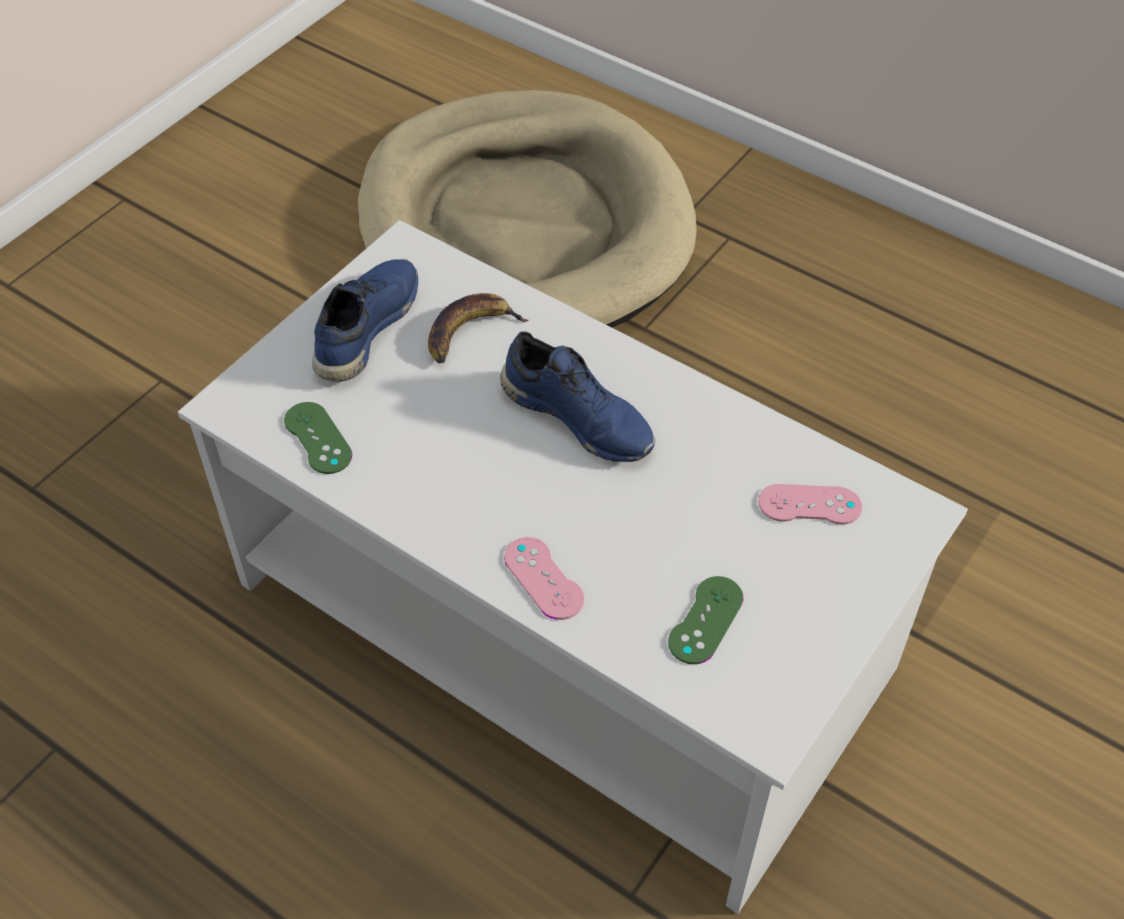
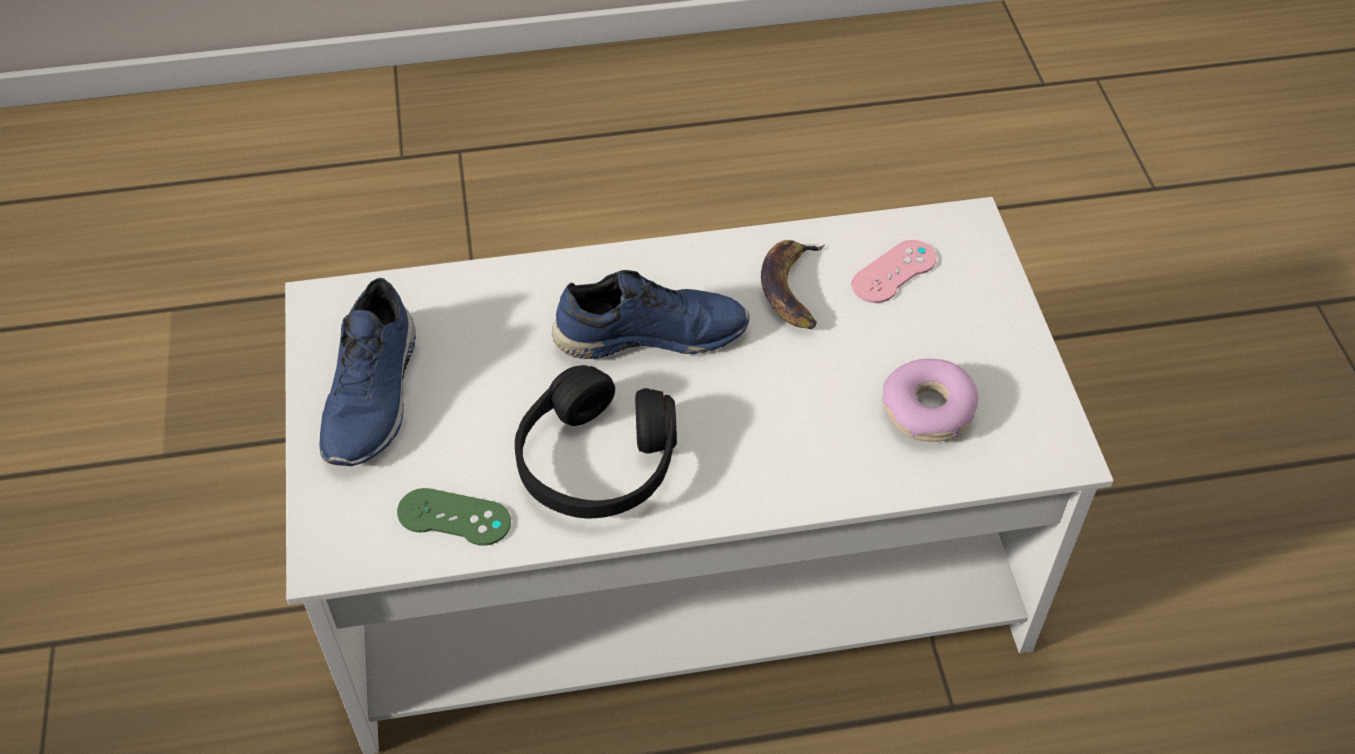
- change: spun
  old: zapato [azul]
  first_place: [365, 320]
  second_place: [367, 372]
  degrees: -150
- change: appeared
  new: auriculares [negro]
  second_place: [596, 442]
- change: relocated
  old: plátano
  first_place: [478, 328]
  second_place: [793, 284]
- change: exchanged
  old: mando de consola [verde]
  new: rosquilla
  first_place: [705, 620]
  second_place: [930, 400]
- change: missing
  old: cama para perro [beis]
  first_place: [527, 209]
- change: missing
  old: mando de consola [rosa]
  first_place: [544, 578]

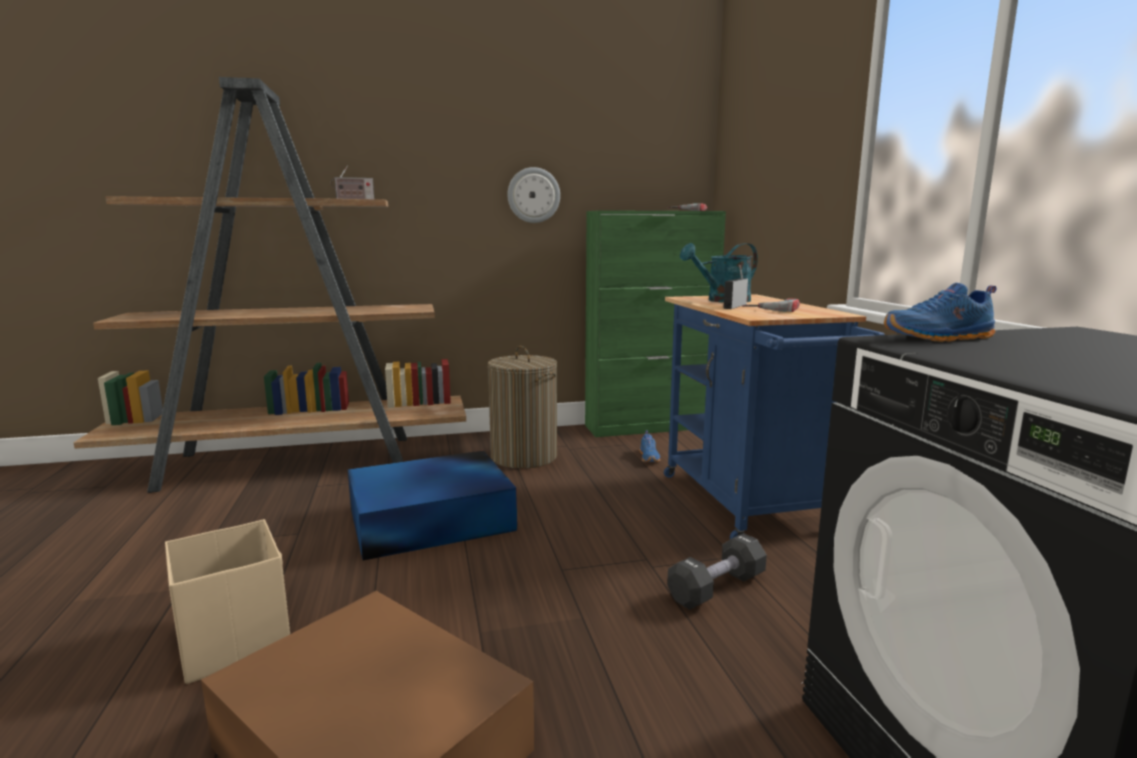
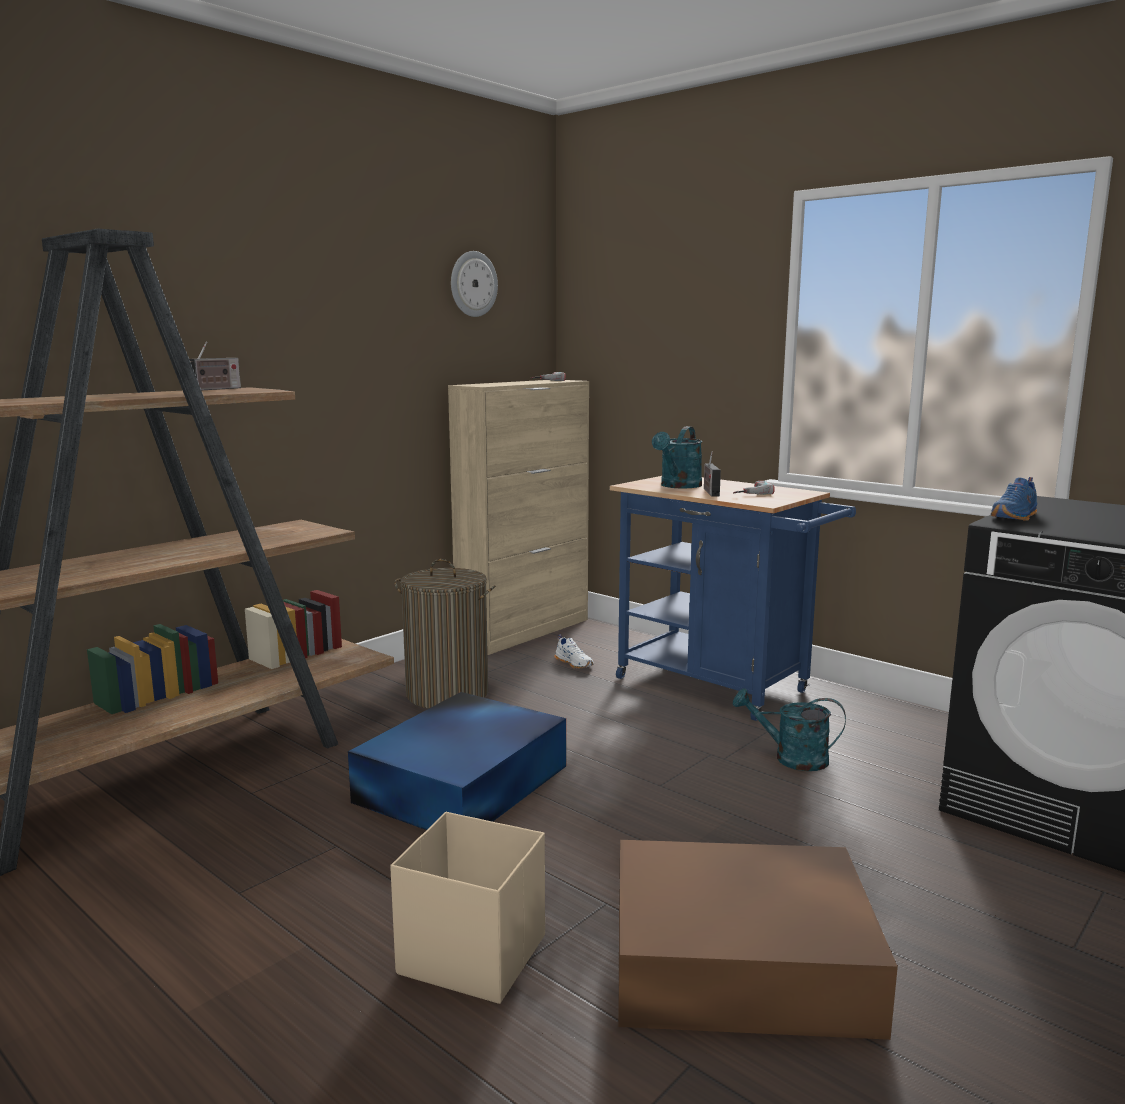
- change: colour
  old: armario [verde]
  new: armario [beis]
  first_place: [655, 323]
  second_place: [518, 517]
- change: relocated
  old: reloj de pared
  first_place: [533, 195]
  second_place: [474, 284]
- change: colour
  old: zapato [azul]
  new: zapato [blanco]
  first_place: [649, 446]
  second_place: [574, 652]
- change: exchanged
  old: mancuerna [negro]
  new: regadera [turquesa]
  first_place: [717, 571]
  second_place: [789, 729]

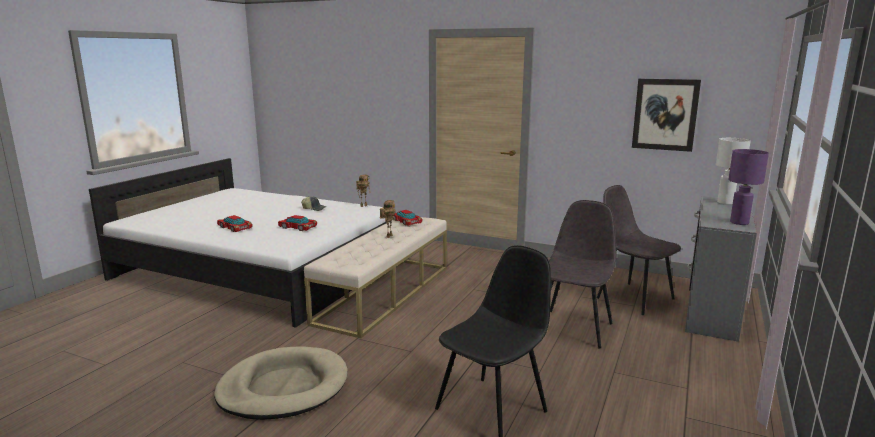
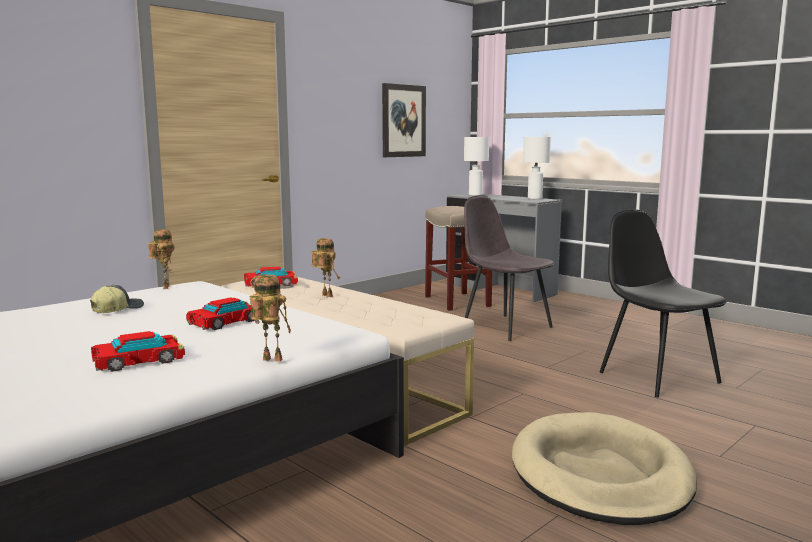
- change: appeared
  new: robot de juguete
  second_place: [270, 318]
- change: exchanged
  old: silla [gris]
  new: taburete [beis]
  first_place: [639, 250]
  second_place: [458, 258]
- change: colour
  old: lámpara de mesa [morado]
  new: lámpara de mesa [blanco]
  first_place: [748, 187]
  second_place: [537, 168]

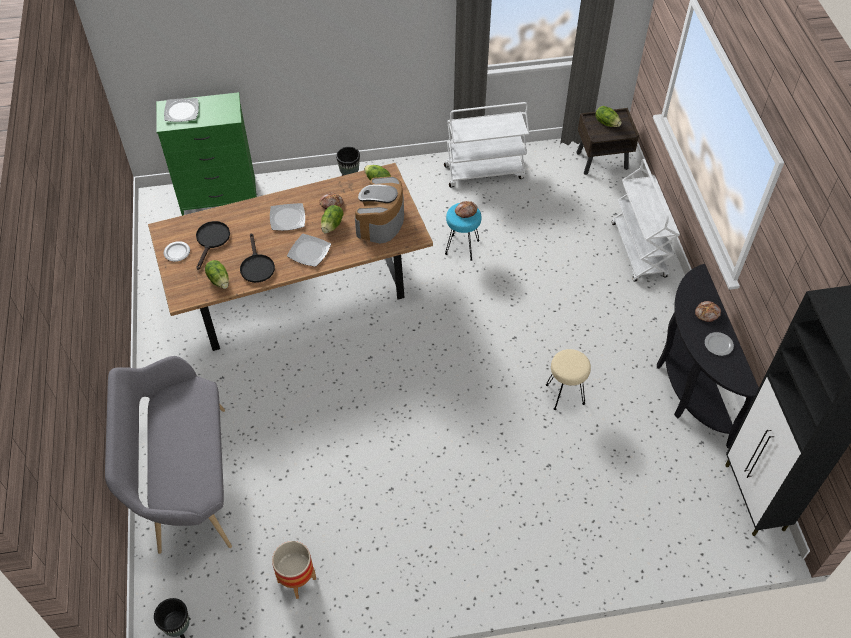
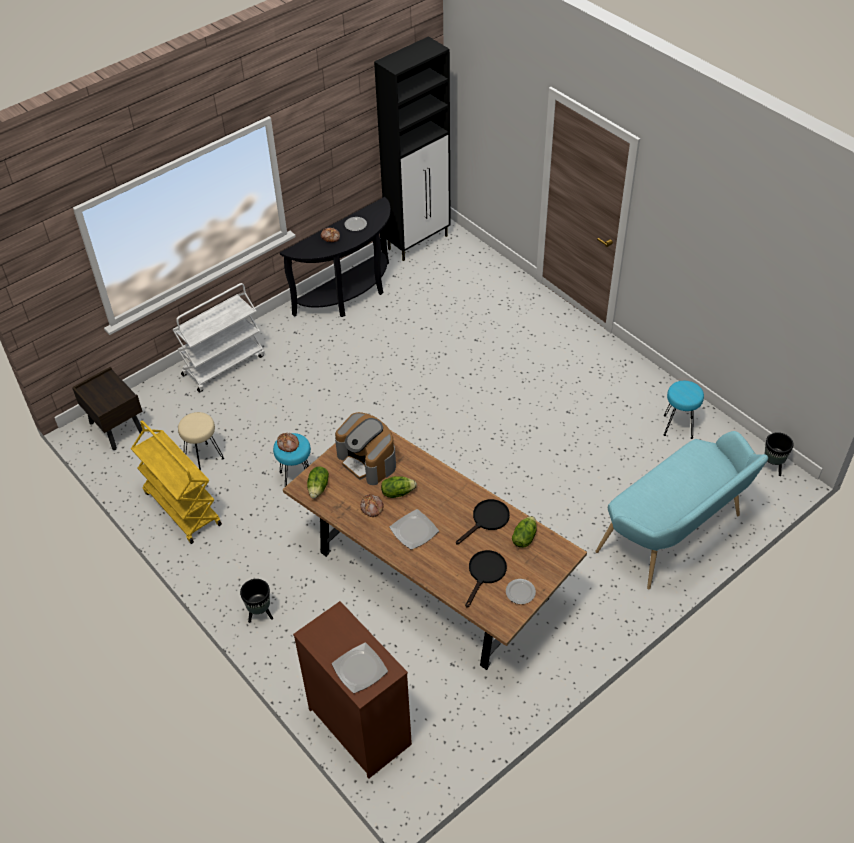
- change: colour
  old: carrito [blanco]
  new: carrito [amarillo]
  first_place: [486, 145]
  second_place: [176, 482]
- change: relocated
  old: taburete [beis]
  first_place: [568, 379]
  second_place: [201, 441]
- change: colour
  old: cómoda [verde]
  new: cómoda [marrón]
  first_place: [206, 154]
  second_place: [352, 690]
- change: spun
  old: cafetera
  first_place: [379, 209]
  second_place: [365, 448]
  degrees: 60
- change: spun
  old: sartén [negro]
  first_place: [213, 245]
  second_place: [486, 579]
  degrees: 135
- change: colour
  old: banco [gris]
  new: banco [turquesa]
  first_place: [168, 455]
  second_place: [681, 510]
- change: exchanged
  old: maceta
  new: taburete [turquesa]
  first_place: [294, 570]
  second_place: [683, 410]
- change: missing
  old: plato
  first_place: [309, 250]
- change: missing
  old: lechuga
  first_place: [608, 116]

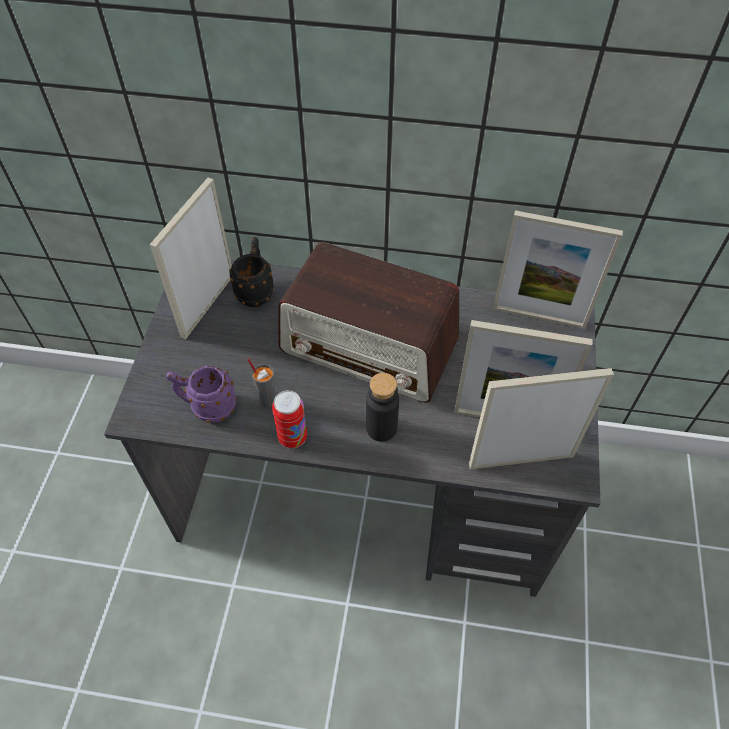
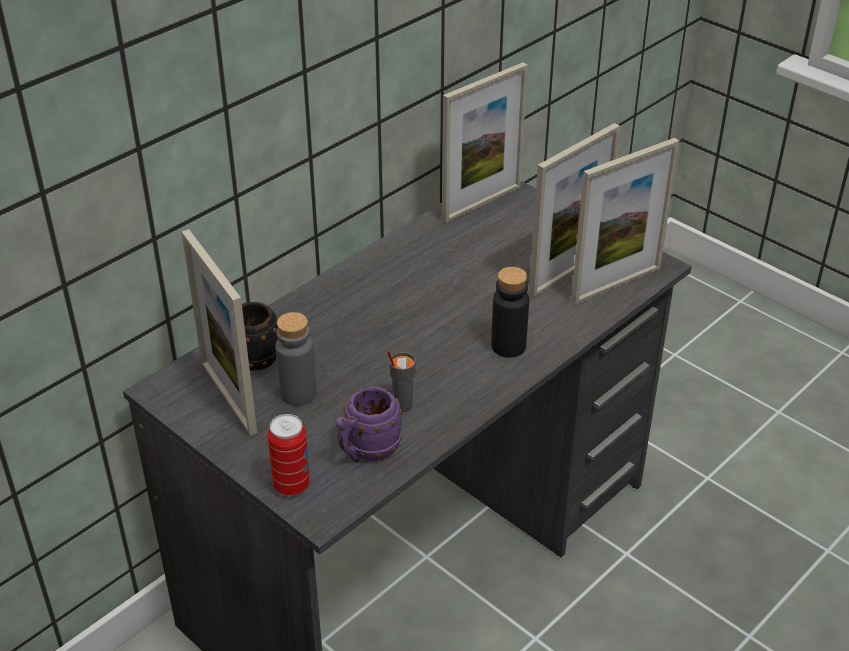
- change: relocated
  old: lata
  first_place: [289, 419]
  second_place: [289, 455]
- change: appeared
  new: botella [gris]
  second_place: [296, 359]
- change: spun
  old: portarretratos
  first_place: [541, 419]
  second_place: [625, 221]
  degrees: -150
- change: missing
  old: radio
  first_place: [369, 322]

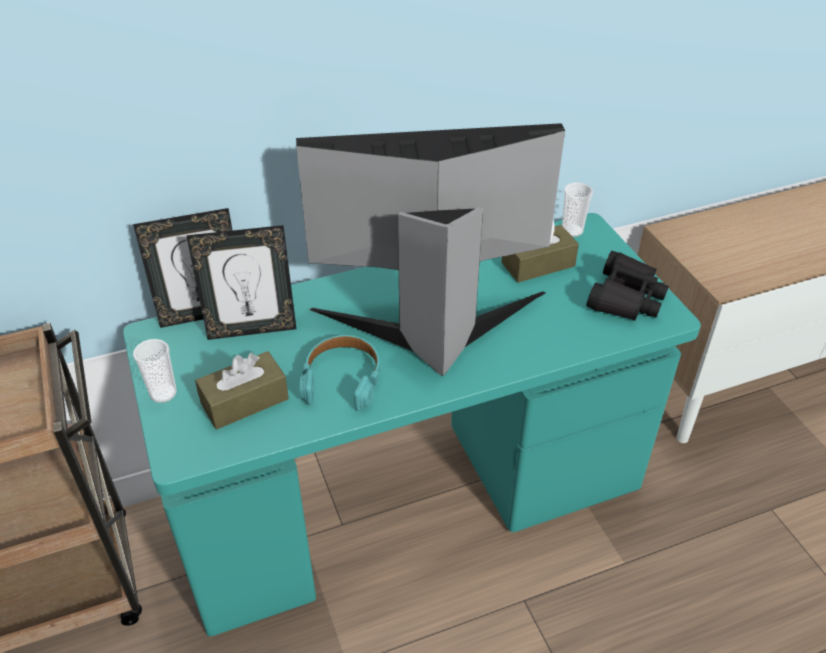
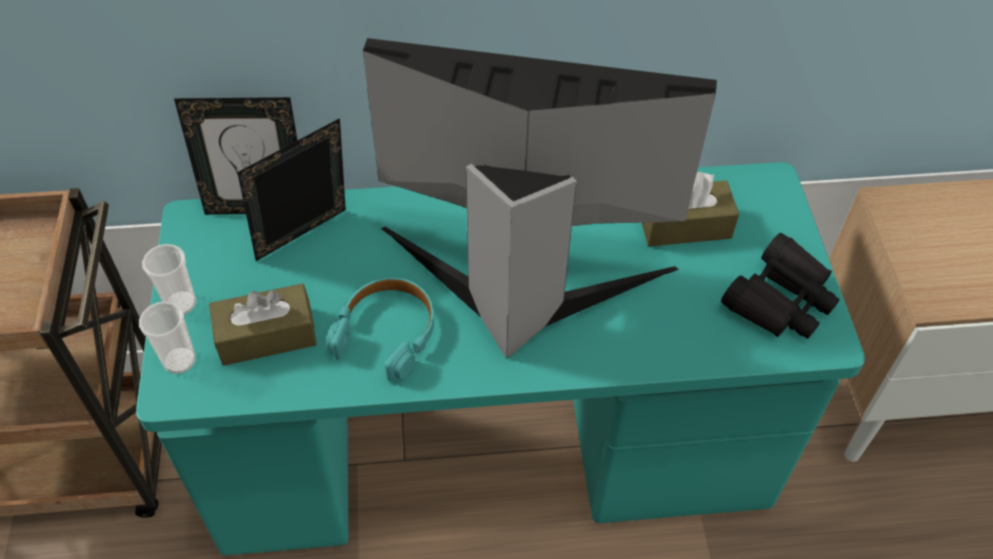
- change: relocated
  old: taza
  first_place: [577, 209]
  second_place: [167, 337]
- change: spun
  old: portarretratos
  first_place: [241, 282]
  second_place: [291, 189]
  degrees: 135

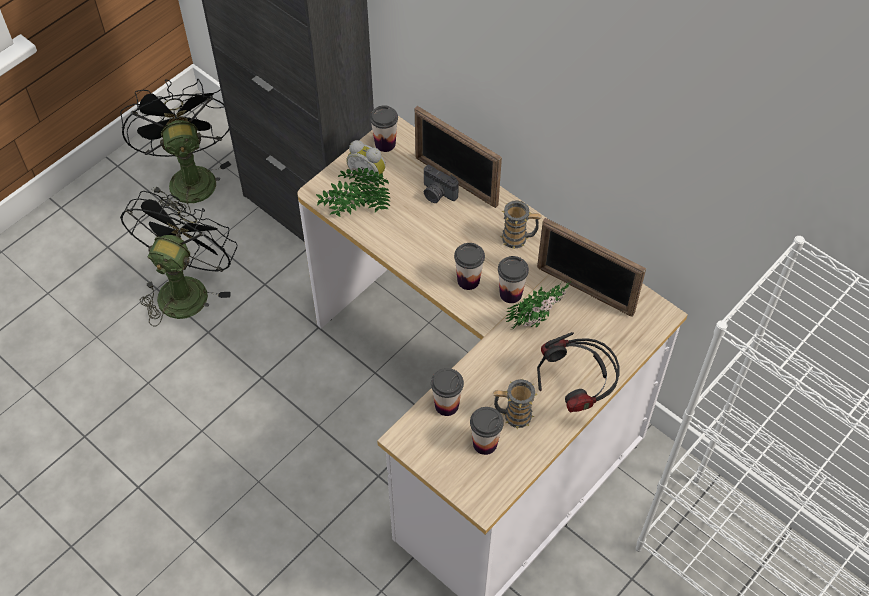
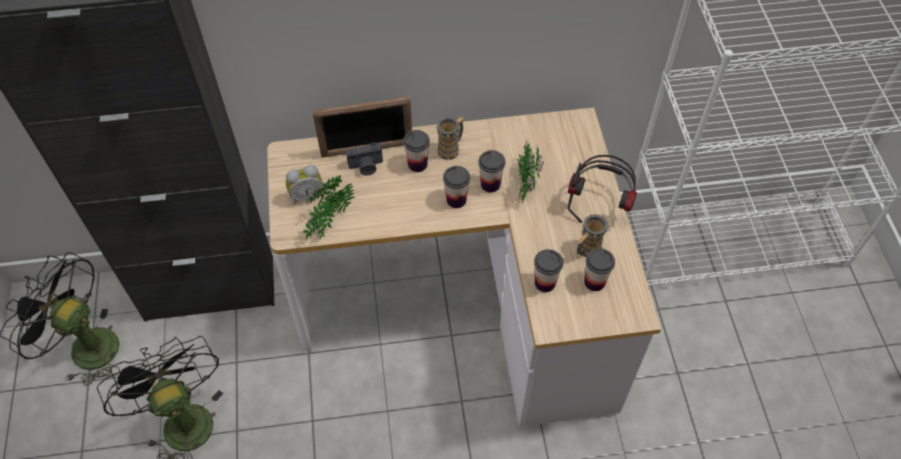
- change: relocated
  old: taza
  first_place: [384, 128]
  second_place: [416, 151]
- change: missing
  old: portarretratos
  first_place: [591, 267]

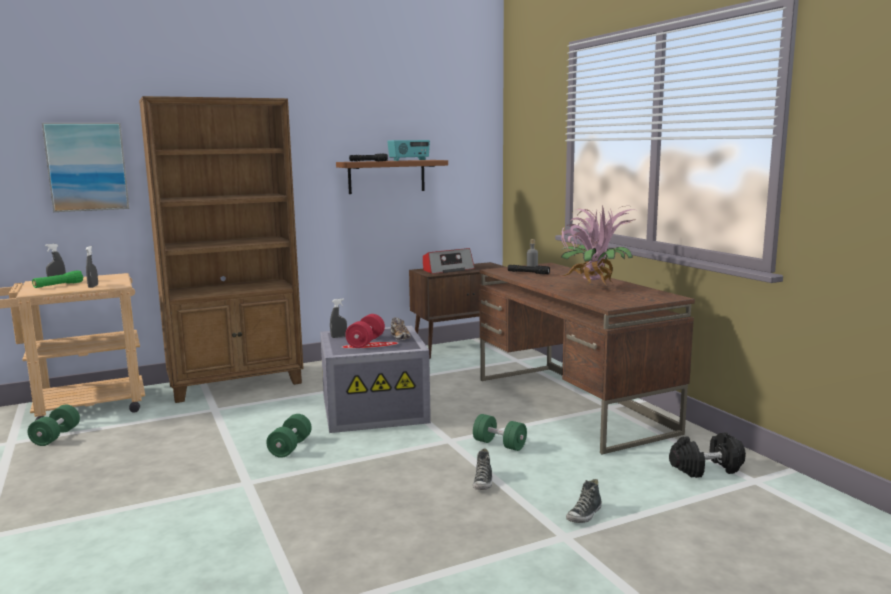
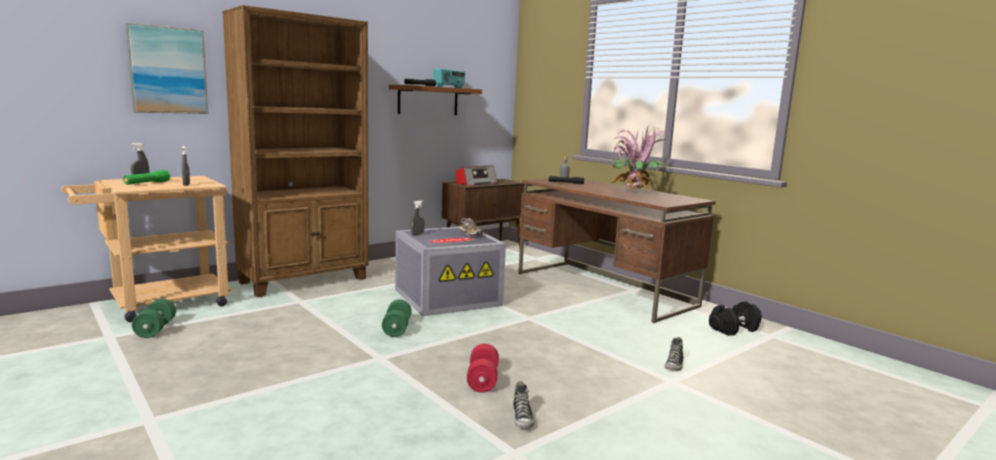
- change: relocated
  old: mancuerna [rojo]
  first_place: [365, 331]
  second_place: [483, 368]
- change: relocated
  old: zapato
  first_place: [482, 469]
  second_place: [524, 405]
- change: missing
  old: mancuerna [verde]
  first_place: [500, 432]

